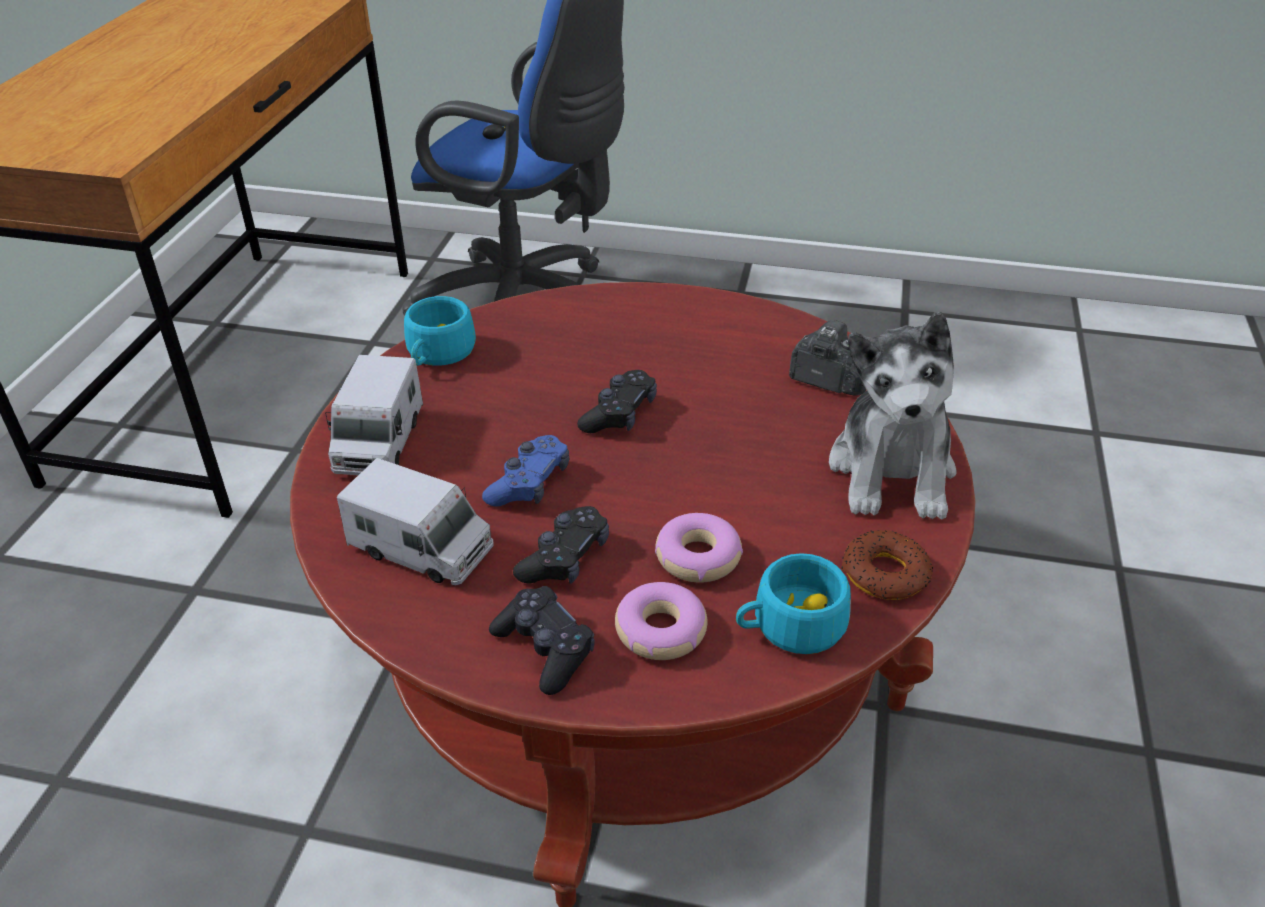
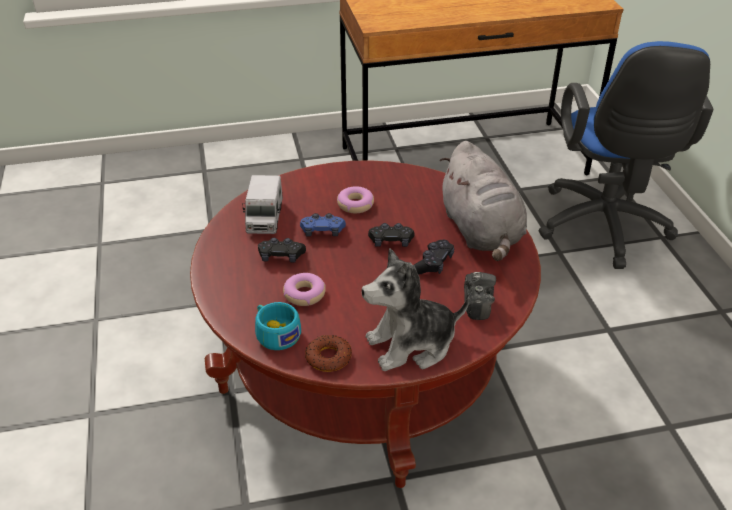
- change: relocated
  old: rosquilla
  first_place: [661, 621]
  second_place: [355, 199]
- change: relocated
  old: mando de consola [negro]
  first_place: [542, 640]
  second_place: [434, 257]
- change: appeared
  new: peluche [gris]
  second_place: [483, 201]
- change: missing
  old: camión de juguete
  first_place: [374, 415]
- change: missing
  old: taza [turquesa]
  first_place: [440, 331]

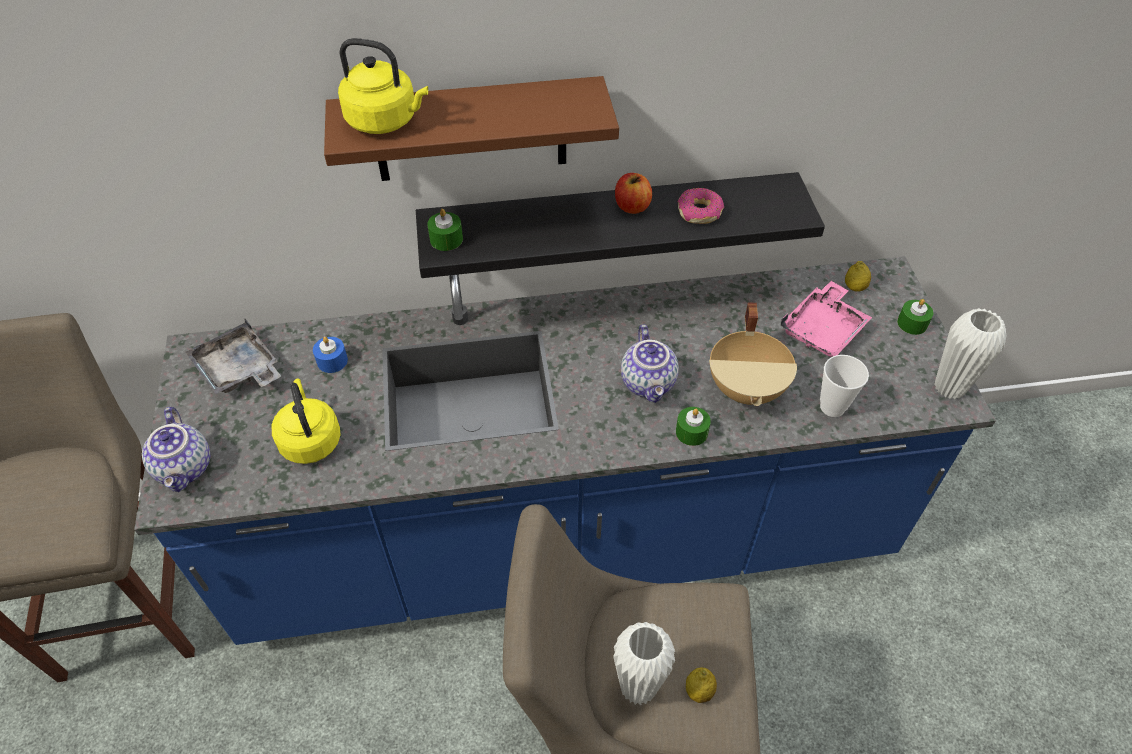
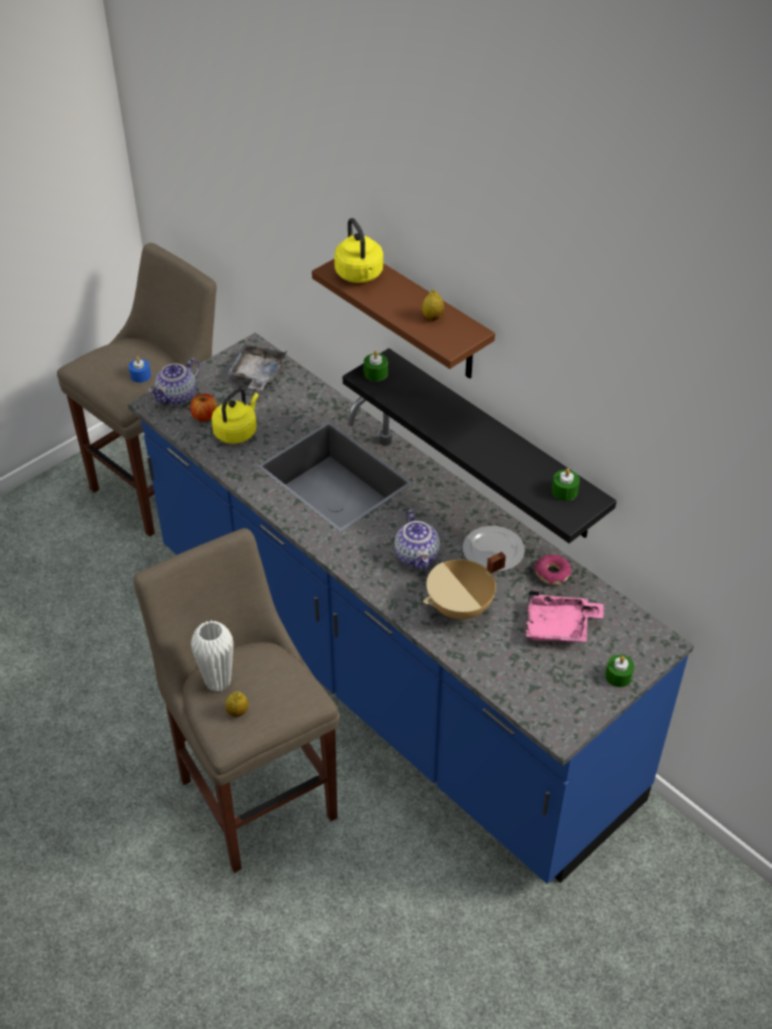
- change: relocated
  old: vela [azul]
  first_place: [330, 355]
  second_place: [140, 370]
- change: relocated
  old: manzana
  first_place: [633, 193]
  second_place: [203, 408]
- change: spun
  old: tetera
  first_place: [650, 364]
  second_place: [417, 540]
  degrees: -60
- change: relocated
  old: limón
  first_place: [858, 276]
  second_place: [433, 305]
- change: appeared
  new: plato
  second_place: [494, 549]
- change: relocated
  old: rosquilla
  first_place: [700, 206]
  second_place: [552, 570]
- change: relocated
  old: vela [verde]
  first_place: [693, 426]
  second_place: [566, 484]
- change: missing
  old: taza
  first_place: [844, 386]
- change: missing
  old: florero [blanco]
  first_place: [970, 353]

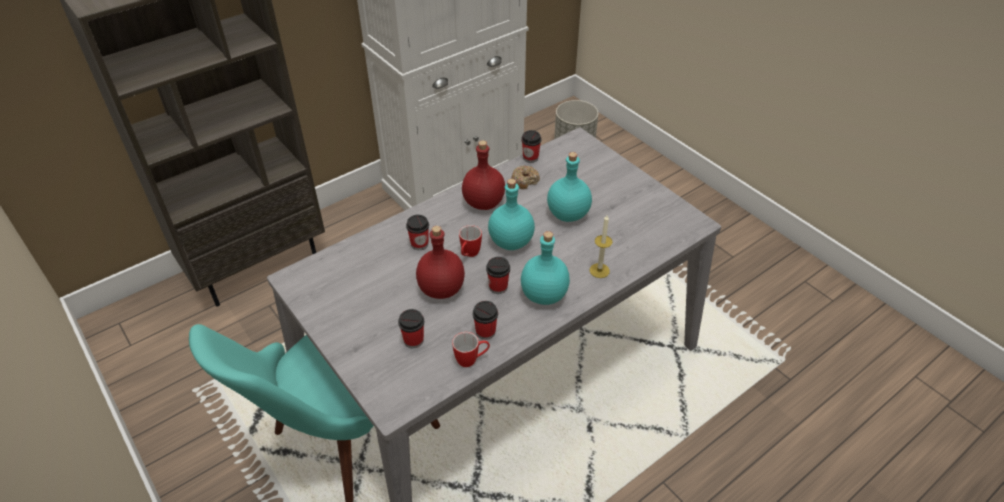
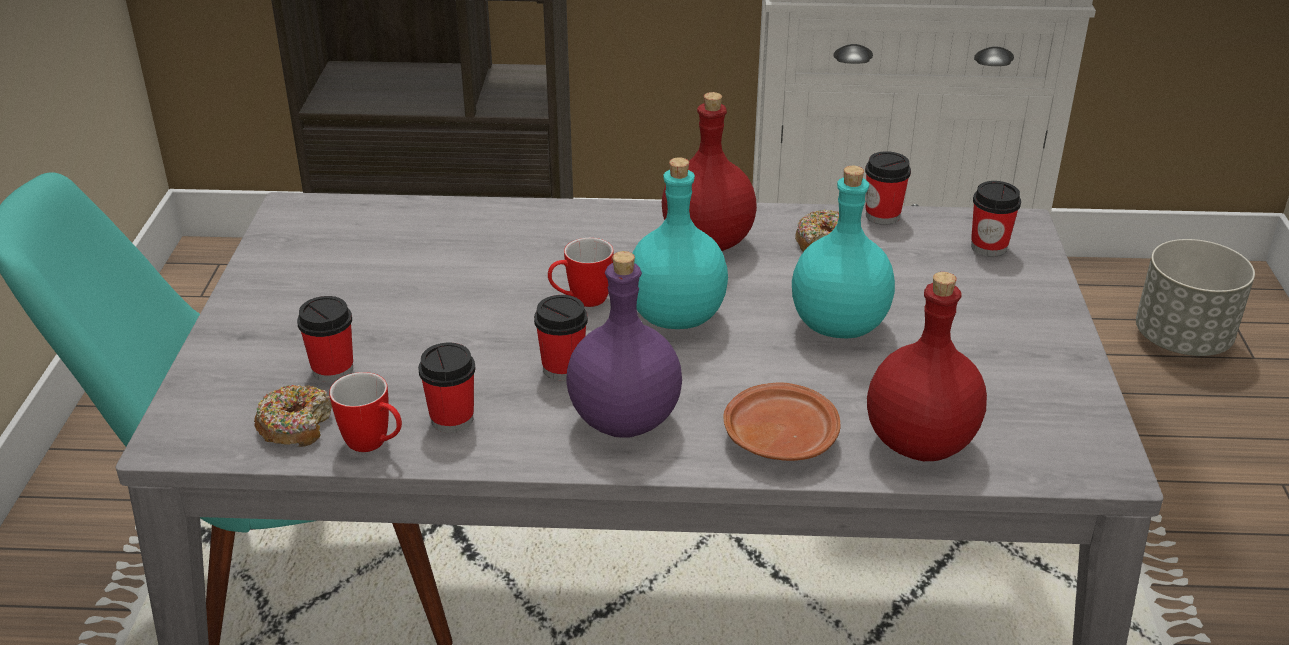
- change: appeared
  new: rosquilla
  second_place: [293, 416]
- change: colour
  old: botella [turquesa]
  new: botella [morado]
  first_place: [545, 268]
  second_place: [624, 344]
- change: exchanged
  old: vela
  new: plato [marrón]
  first_place: [601, 246]
  second_place: [782, 421]
- change: relocated
  old: botella [rojo]
  first_place: [440, 262]
  second_place: [927, 366]
- change: relocated
  old: taza
  first_place: [417, 232]
  second_place: [996, 219]

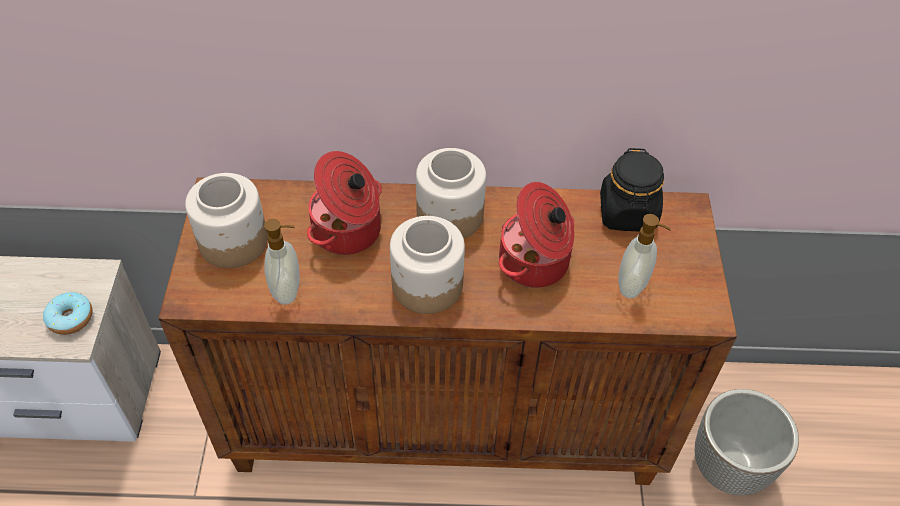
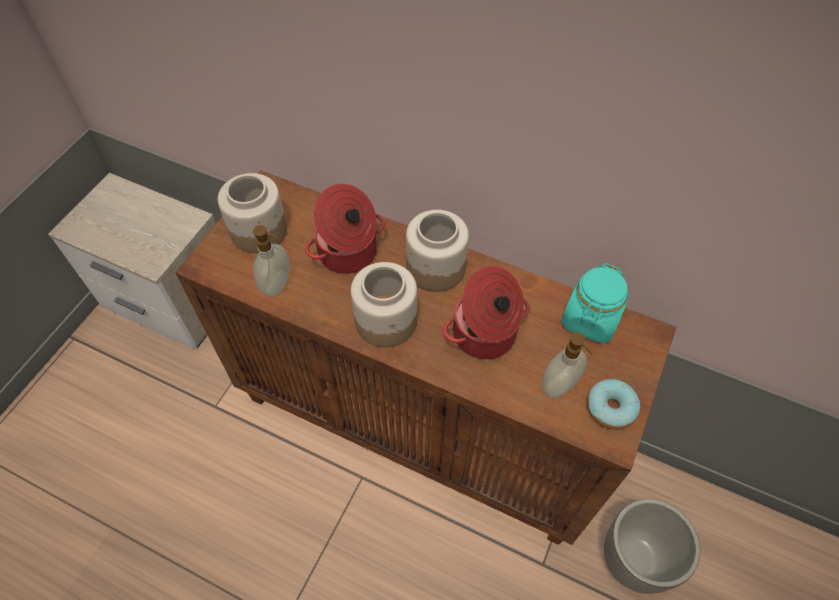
- change: colour
  old: tarro [negro]
  new: tarro [turquesa]
  first_place: [632, 189]
  second_place: [594, 303]
- change: relocated
  old: rosquilla
  first_place: [68, 313]
  second_place: [613, 404]

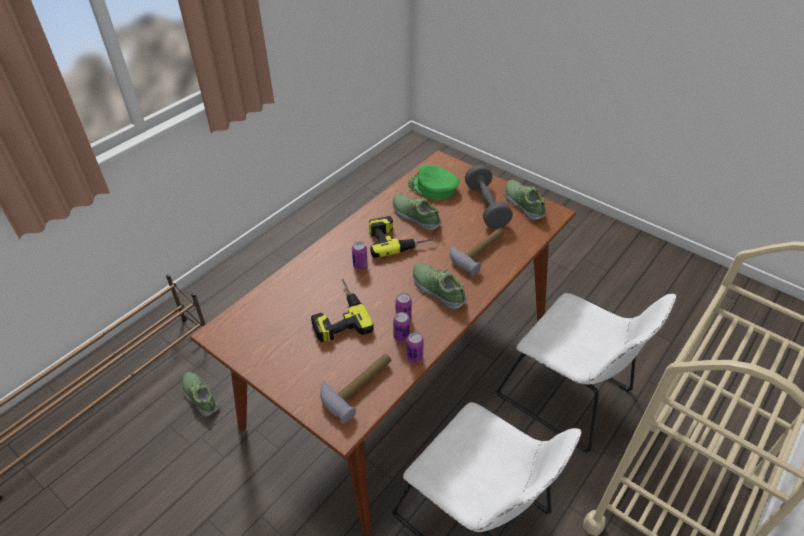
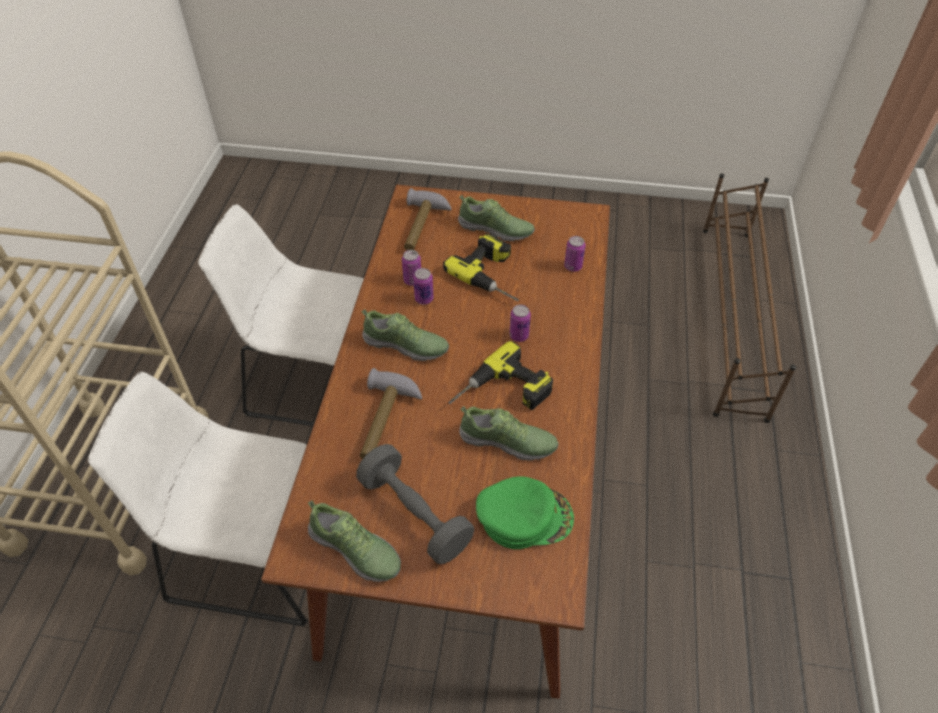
- change: relocated
  old: zapato
  first_place: [200, 394]
  second_place: [496, 218]
- change: relocated
  old: lata
  first_place: [415, 347]
  second_place: [575, 254]

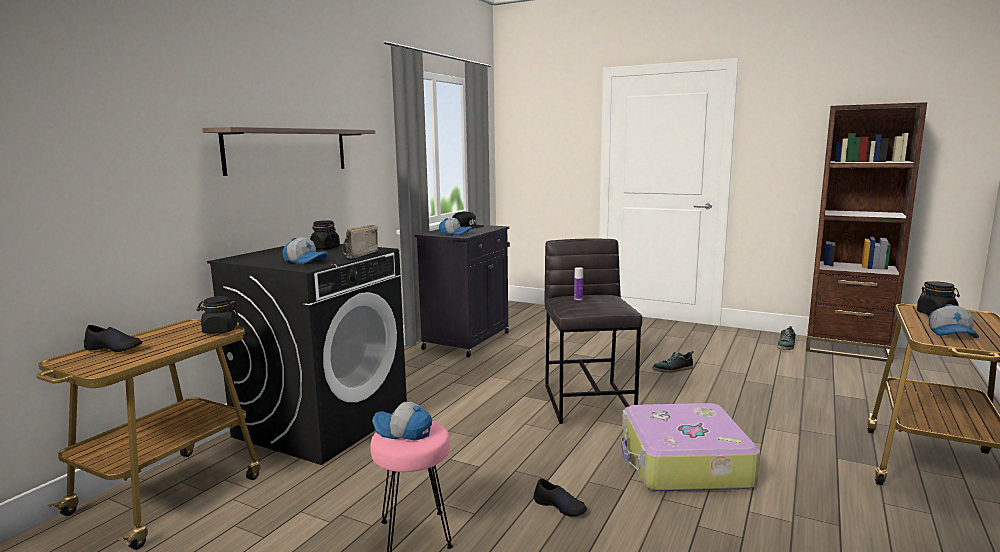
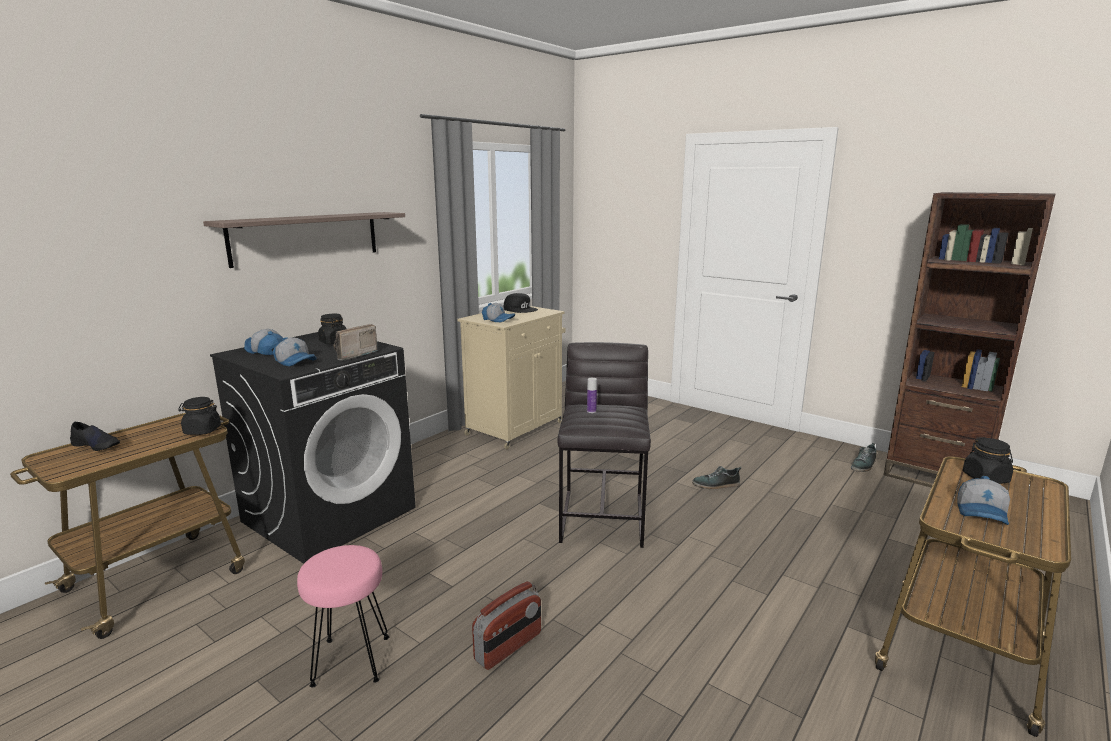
- change: relocated
  old: gorra
  first_place: [402, 420]
  second_place: [263, 342]
- change: colour
  old: armario [negro]
  new: armario [beis]
  first_place: [462, 291]
  second_place: [511, 377]
- change: exchanged
  old: zapato [negro]
  new: radio
  first_place: [560, 497]
  second_place: [506, 625]
- change: missing
  old: maleta
  first_place: [690, 447]

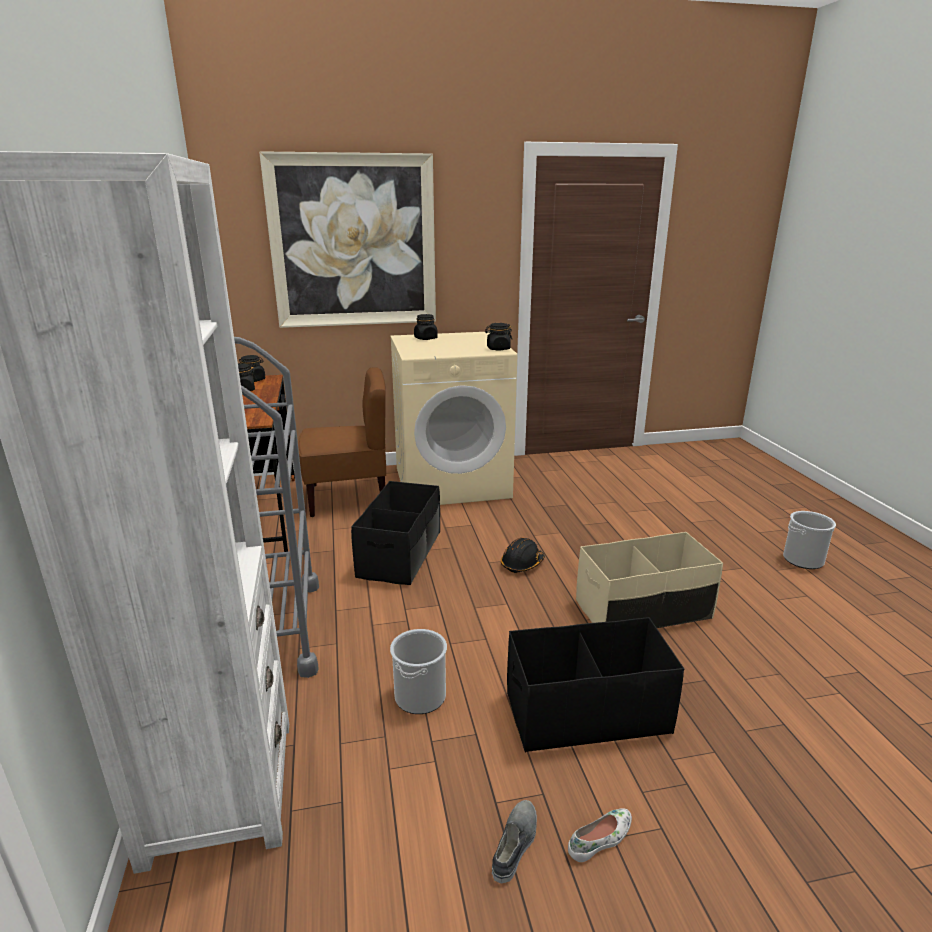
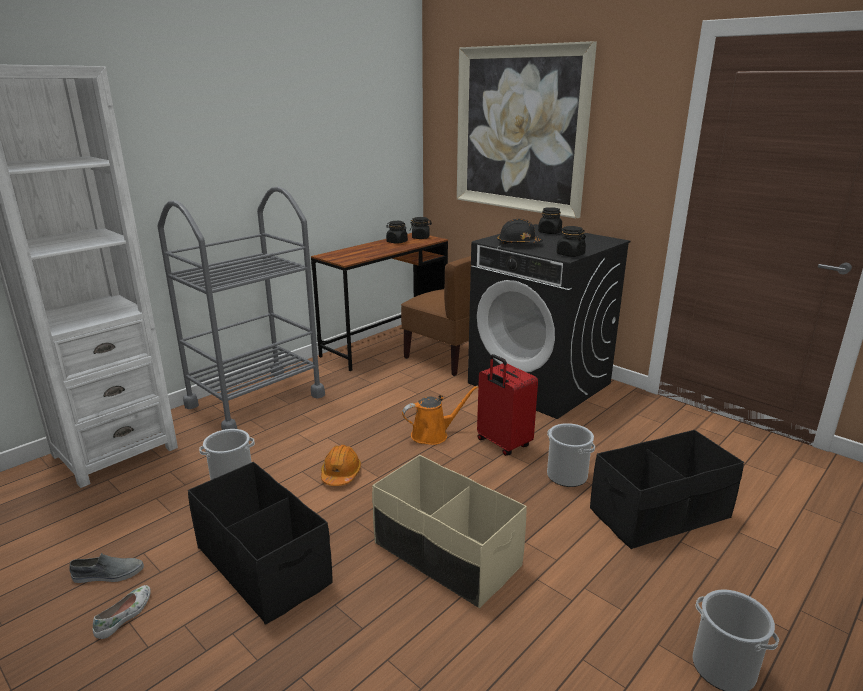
- change: spun
  old: zapato [blanco]
  first_place: [600, 835]
  second_place: [122, 612]
  degrees: -90
- change: appeared
  new: casco [naranja]
  second_place: [341, 465]
- change: appeared
  new: regadera [naranja]
  second_place: [440, 415]
- change: colour
  old: lavadora [beis]
  new: lavadora [negro]
  first_place: [453, 418]
  second_place: [549, 321]
- change: appeared
  new: maleta [rojo]
  second_place: [507, 405]
- change: relocated
  old: casco [negro]
  first_place: [523, 555]
  second_place: [520, 232]
- change: appeared
  new: cubo
  second_place: [571, 455]
- change: relocated
  old: caja de almacenaje [negro]
  first_place: [395, 533]
  second_place: [667, 489]

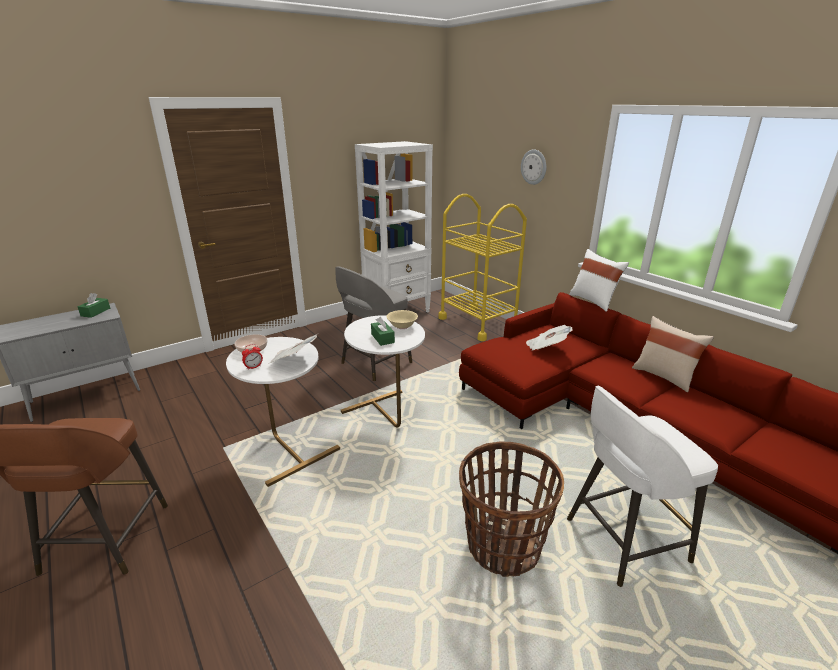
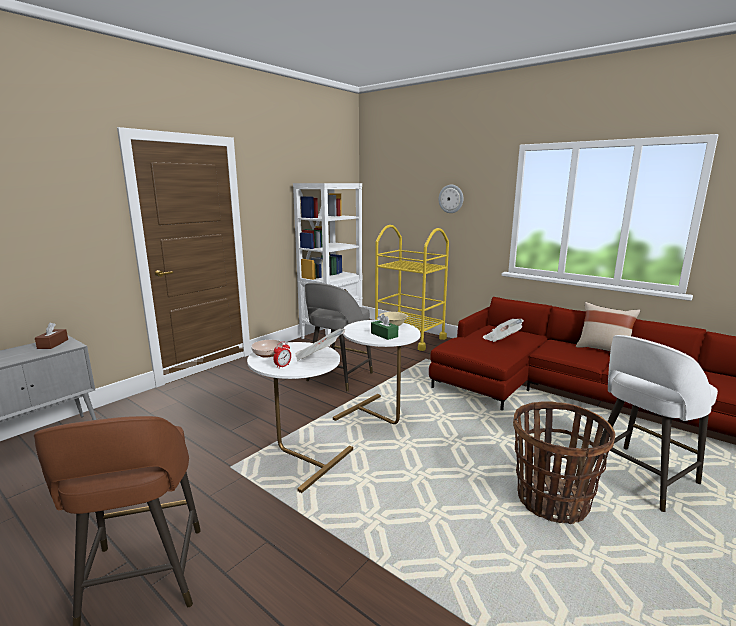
- change: colour
  old: caja de pañuelos [verde]
  new: caja de pañuelos [marrón]
  first_place: [94, 305]
  second_place: [51, 336]
- change: missing
  old: cojín [blanco]
  first_place: [599, 280]

